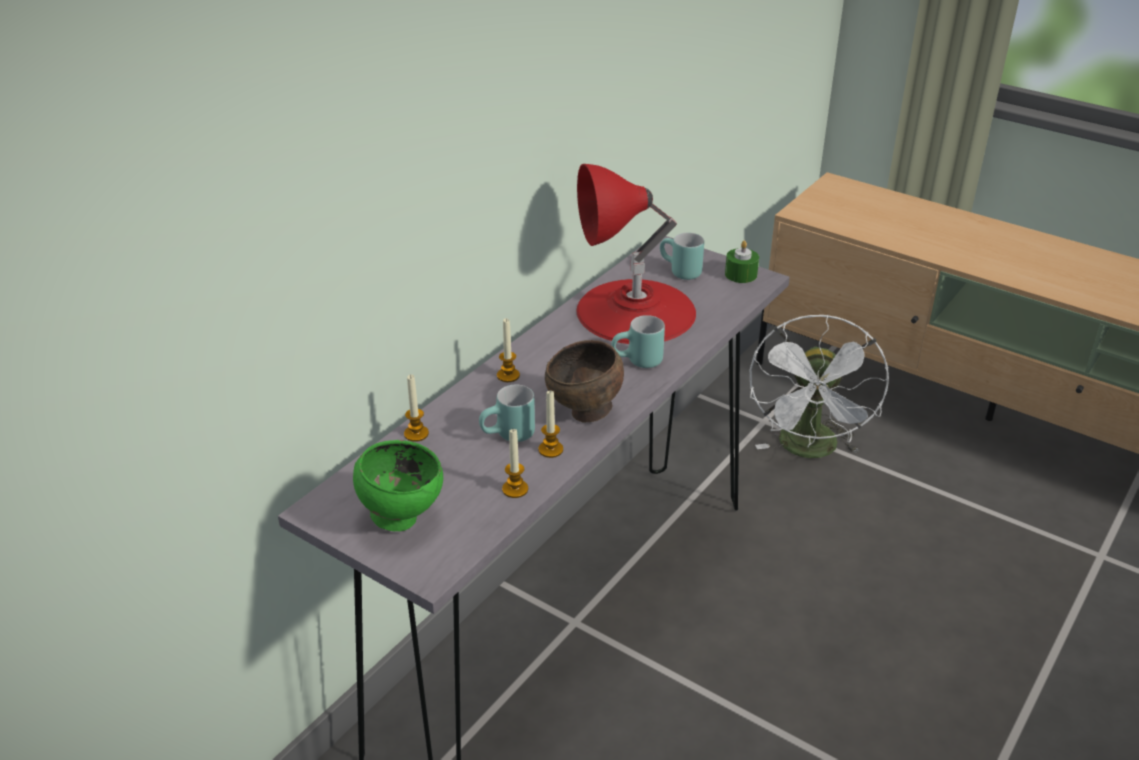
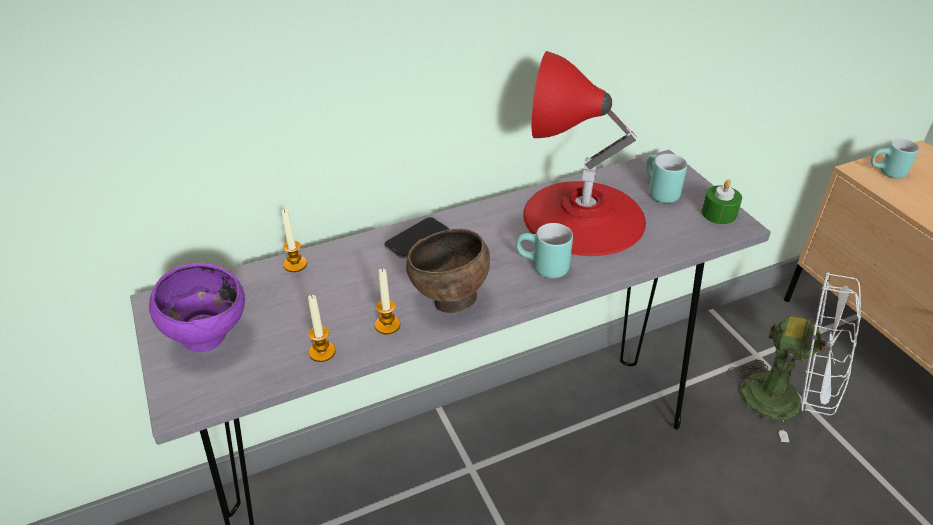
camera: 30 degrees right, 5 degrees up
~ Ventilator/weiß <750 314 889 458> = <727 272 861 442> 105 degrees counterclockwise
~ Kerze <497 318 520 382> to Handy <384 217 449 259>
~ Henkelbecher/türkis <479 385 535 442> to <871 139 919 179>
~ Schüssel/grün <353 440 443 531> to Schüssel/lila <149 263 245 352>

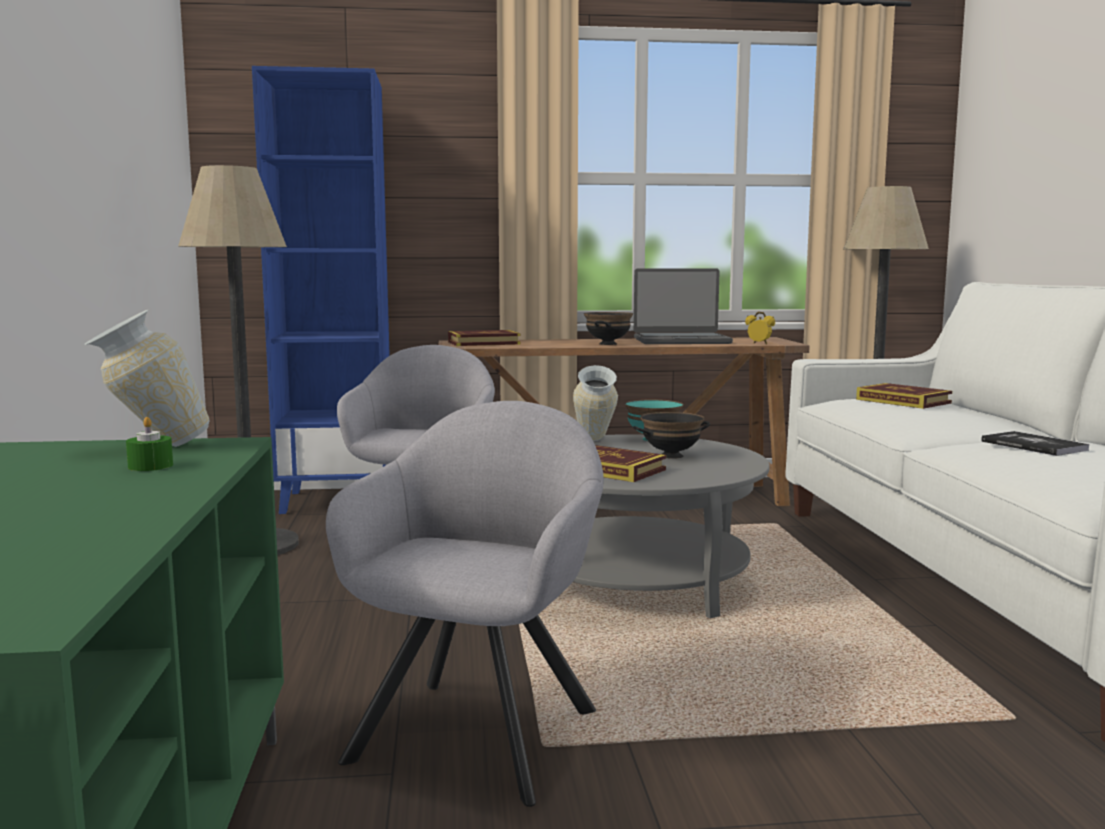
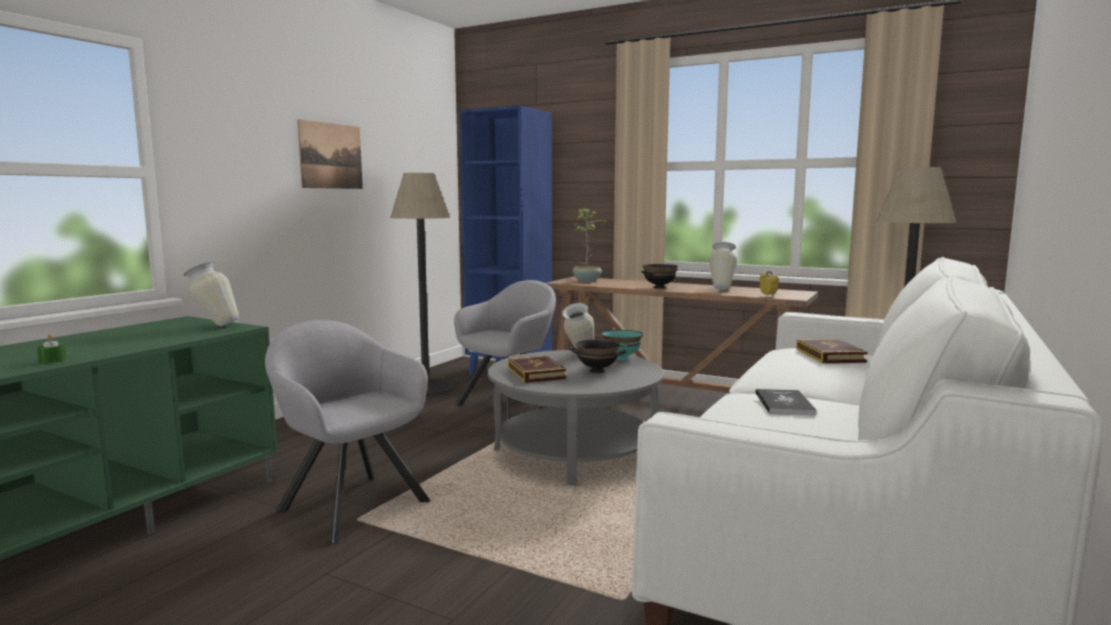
camera: 35 degrees right, 0 degrees up
~ Laptop <634 268 733 344> to Vase <709 242 737 290>
~ Buch <448 330 521 346> to Topfpflanze <573 208 607 282>
~ Sessel/grau <326 401 604 807> = <265 320 431 544> 105 degrees counterclockwise
~ Kerze/grün <126 417 173 471> to <37 334 67 363>
+ Bild <298 119 363 189>

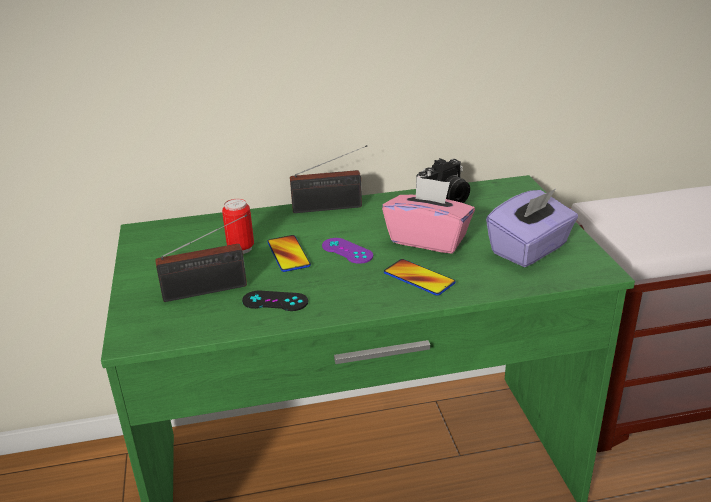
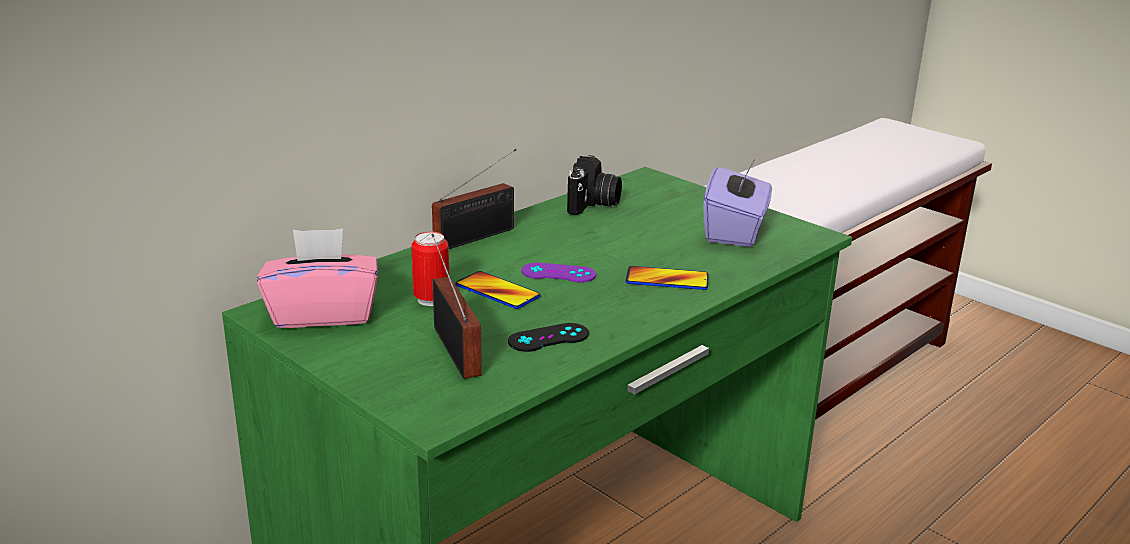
camera: 35 degrees left, 5 degrees down
~ Taschentuchbox/rosa <382 176 475 254> to <257 228 378 328>
~ Radio <155 214 247 302> = <432 234 482 379> 60 degrees counterclockwise

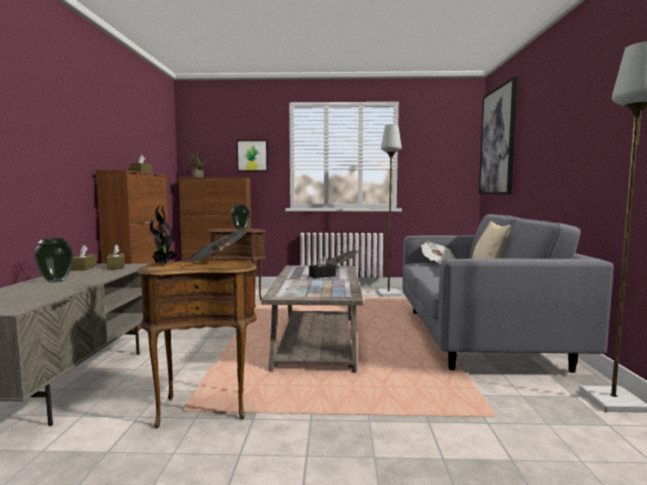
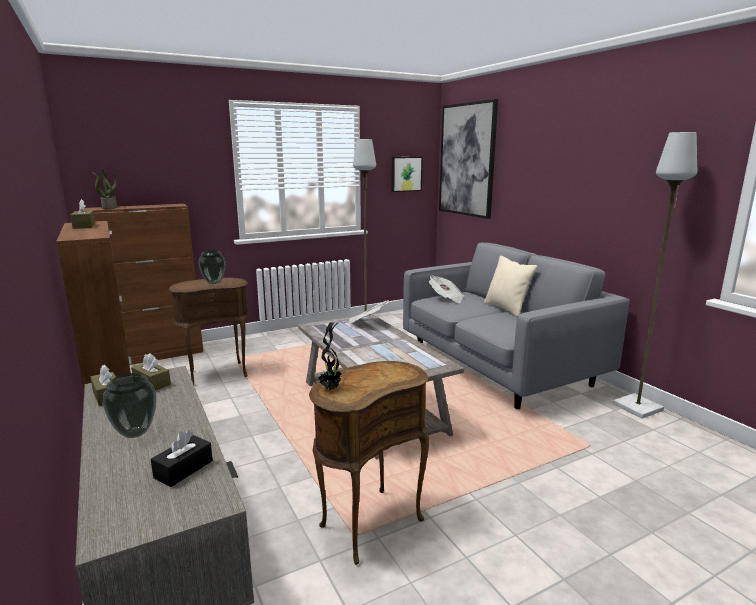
camera: 30 degrees left, 10 degrees up
~ Bild <237 140 268 171> to <391 157 423 192>
- Zeitung <185 229 247 262>
~ Taschentuchbox/schwarz <309 256 336 278> to <151 430 213 487>

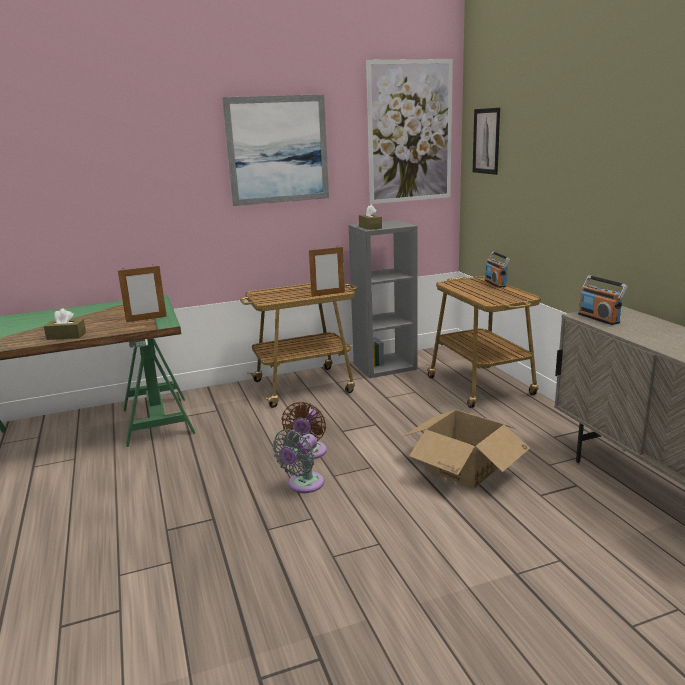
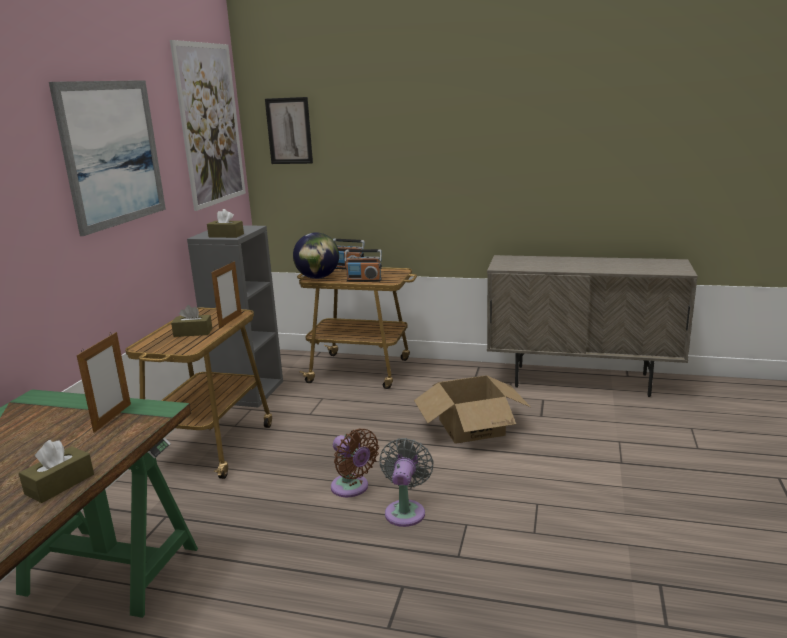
camera: 55 degrees left, 0 degrees up
~ Radio <578 275 628 325> to <345 249 382 282>
~ Ventilator/grau <272 429 324 493> = <380 438 434 527> 150 degrees counterclockwise
+ Globus <293 232 339 279>
+ Taschentuchbox/braun <171 305 212 337>

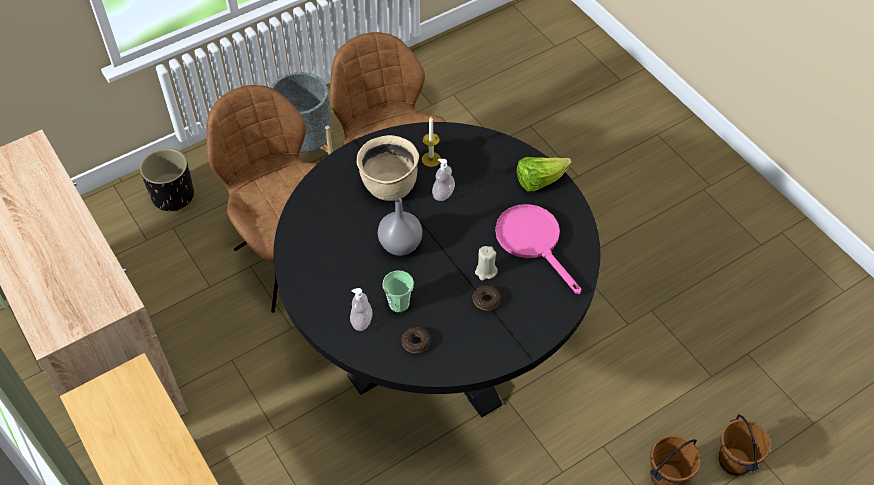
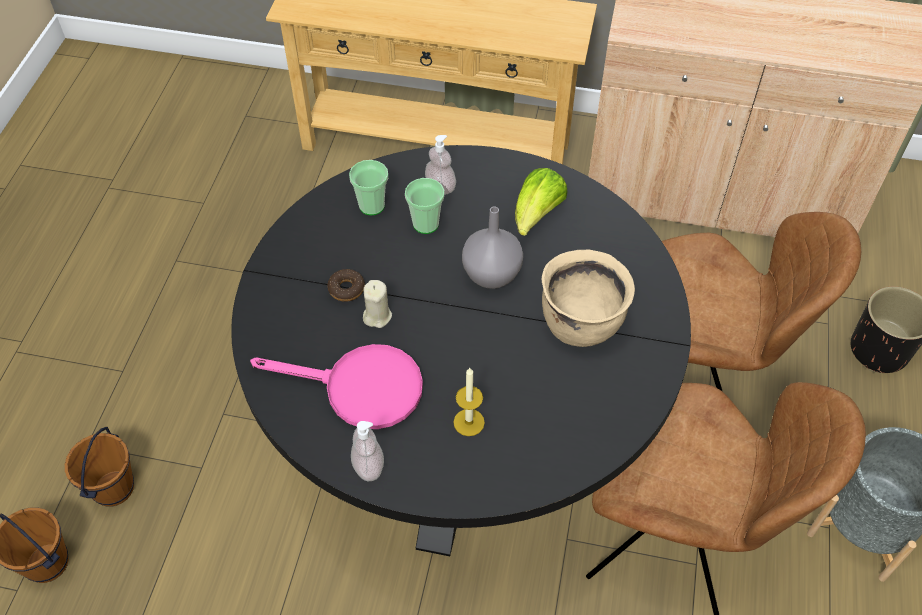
camera: 135 degrees right, 0 degrees up
~ Kerze <422 117 441 167> to <454 368 485 436>
~ Salatkopf <517 157 572 192> to <515 168 568 236>
~ Seifenspender <432 159 455 201> to <351 421 384 481>
~ Donut <402 327 430 353> to Tasse <349 160 388 215>

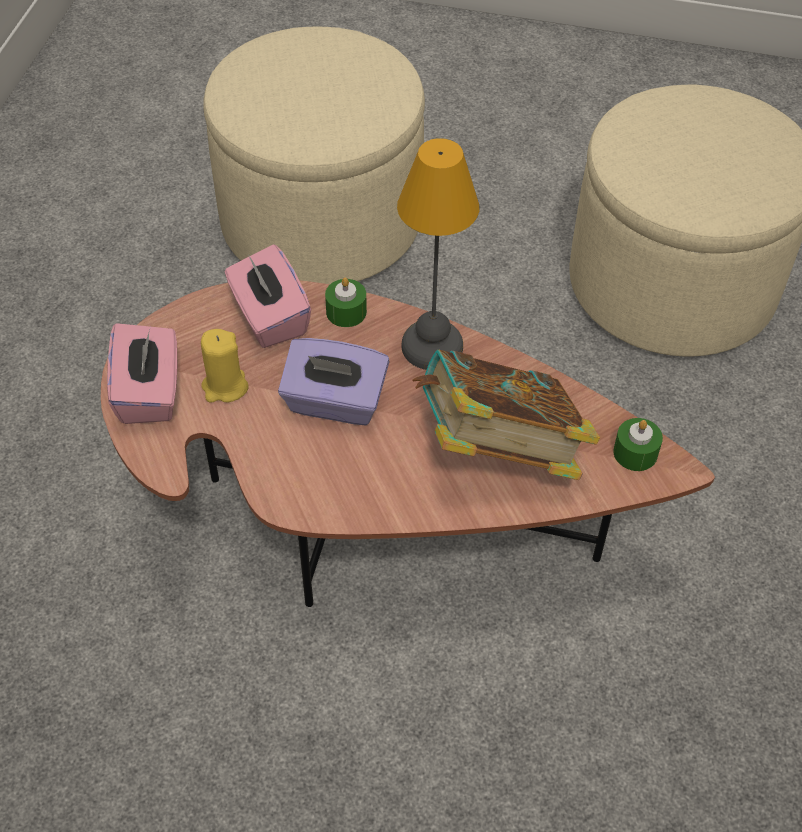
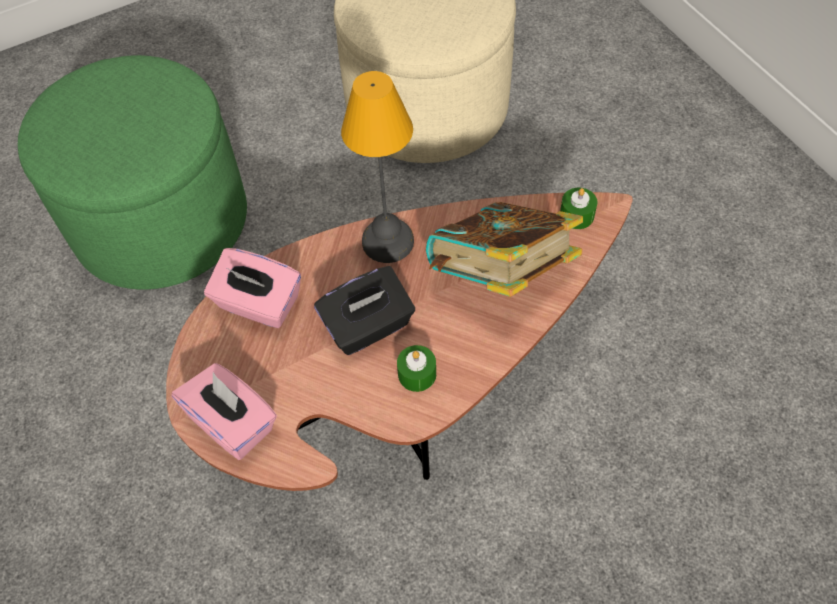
camera: 40 degrees left, 5 degrees up
~ Polsterhocker/beige <203 26 425 284> to Polsterhocker/grün <18 55 247 290>
~ Kerze/grün <325 277 367 327> to <397 345 436 392>
- Kerze/gelb <201 329 248 403>
~ Taschentuchbox/lila <278 338 390 425> to Taschentuchbox/schwarz <314 266 415 355>

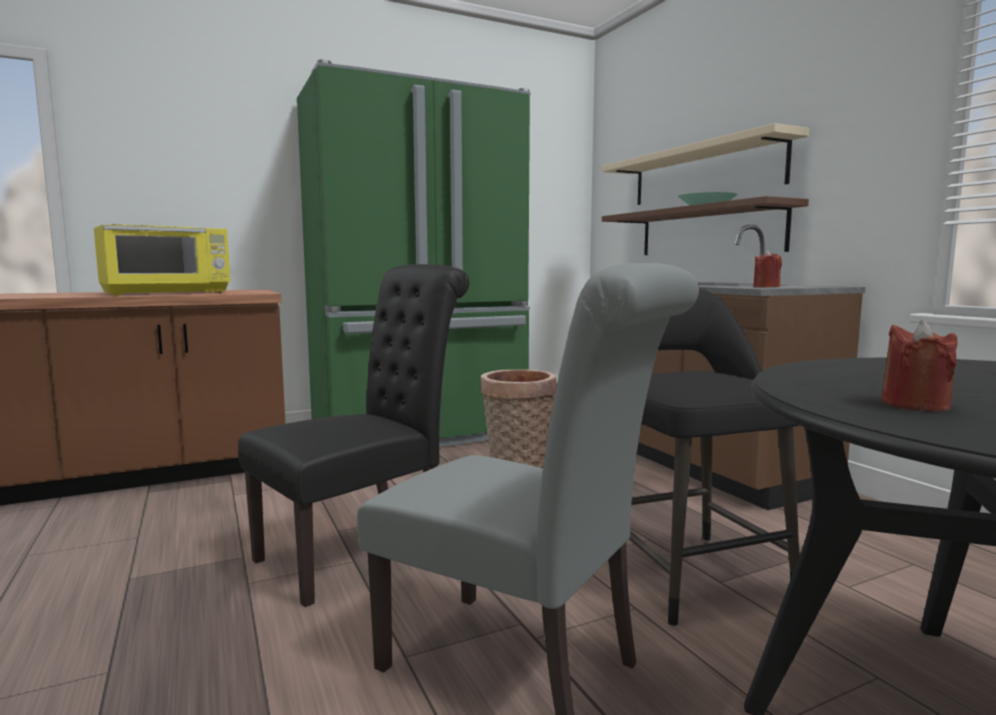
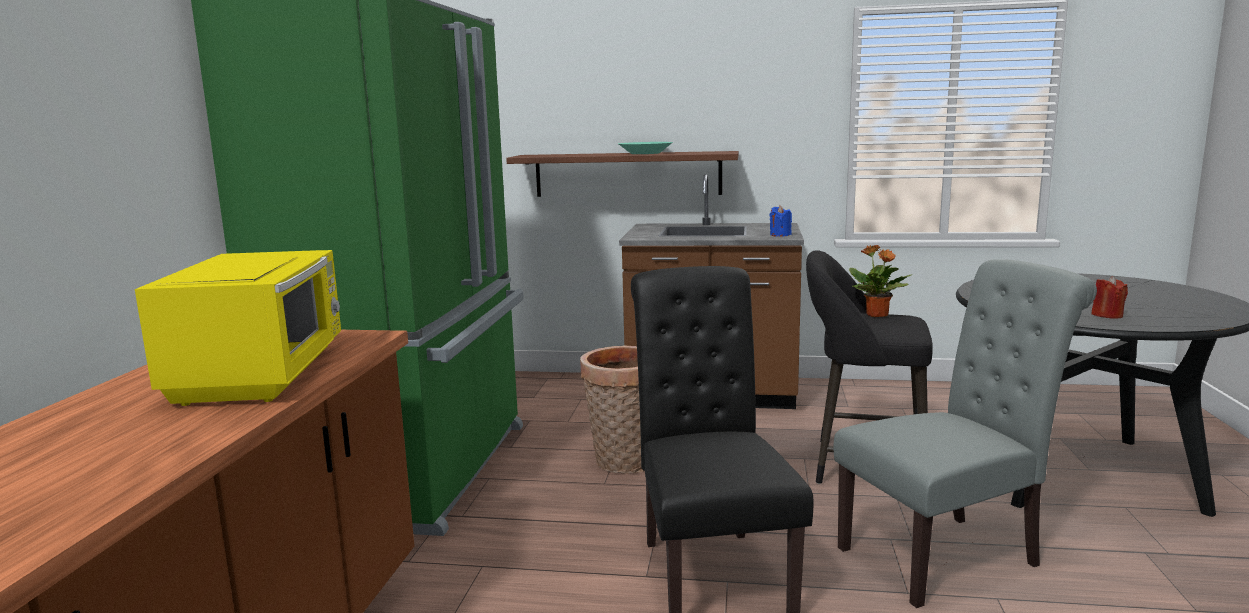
camera: 55 degrees left, 5 degrees up
- Wandregal/beige <602 123 809 205>
~ Kerze/rot <753 250 782 288> to Kerze/blau <770 205 792 237>
+ Topfpflanze <849 245 911 317>

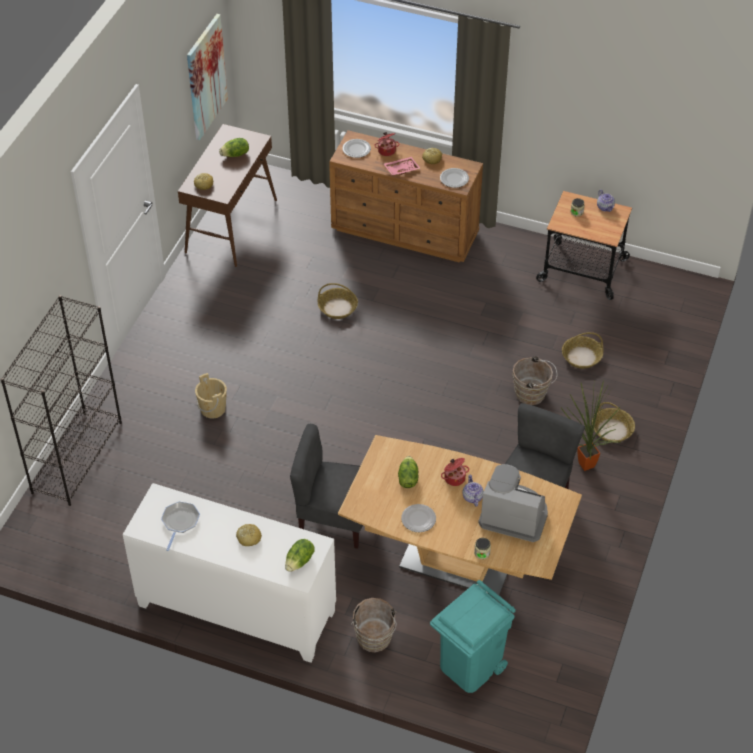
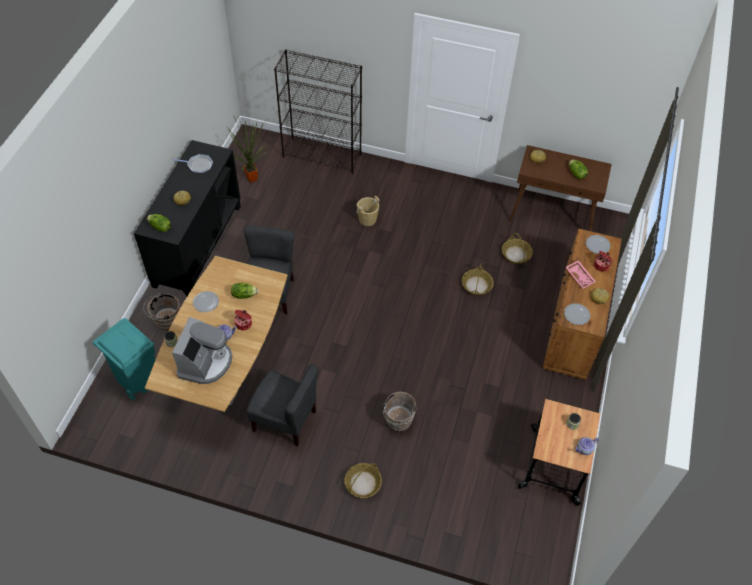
camera: 85 degrees right, 5 degrees up
- Bild <187 14 228 140>
~ Korb <562 332 603 369> to <502 233 533 264>
~ Topfpflanze <561 380 621 471> to <226 115 267 183>
~ Schrank/weiß <123 483 336 663> to Schrank/schwarz <134 140 241 296>

